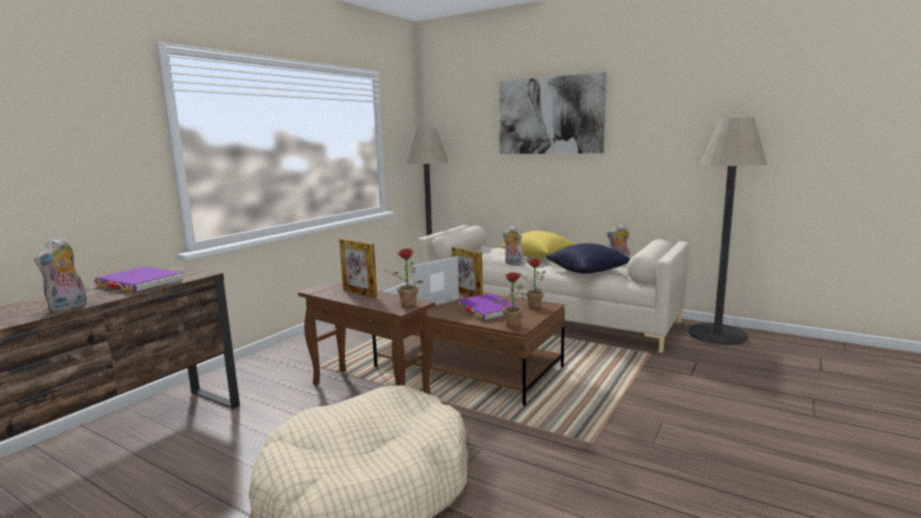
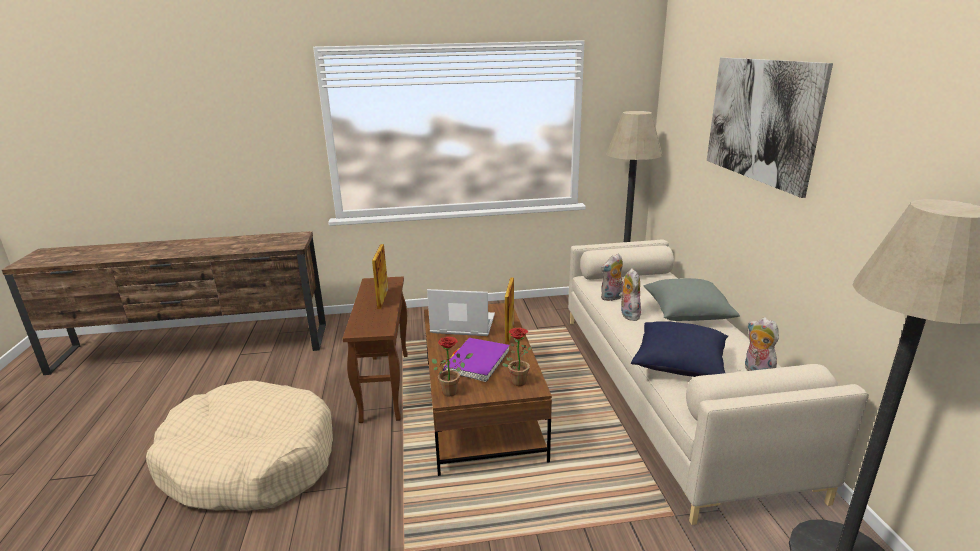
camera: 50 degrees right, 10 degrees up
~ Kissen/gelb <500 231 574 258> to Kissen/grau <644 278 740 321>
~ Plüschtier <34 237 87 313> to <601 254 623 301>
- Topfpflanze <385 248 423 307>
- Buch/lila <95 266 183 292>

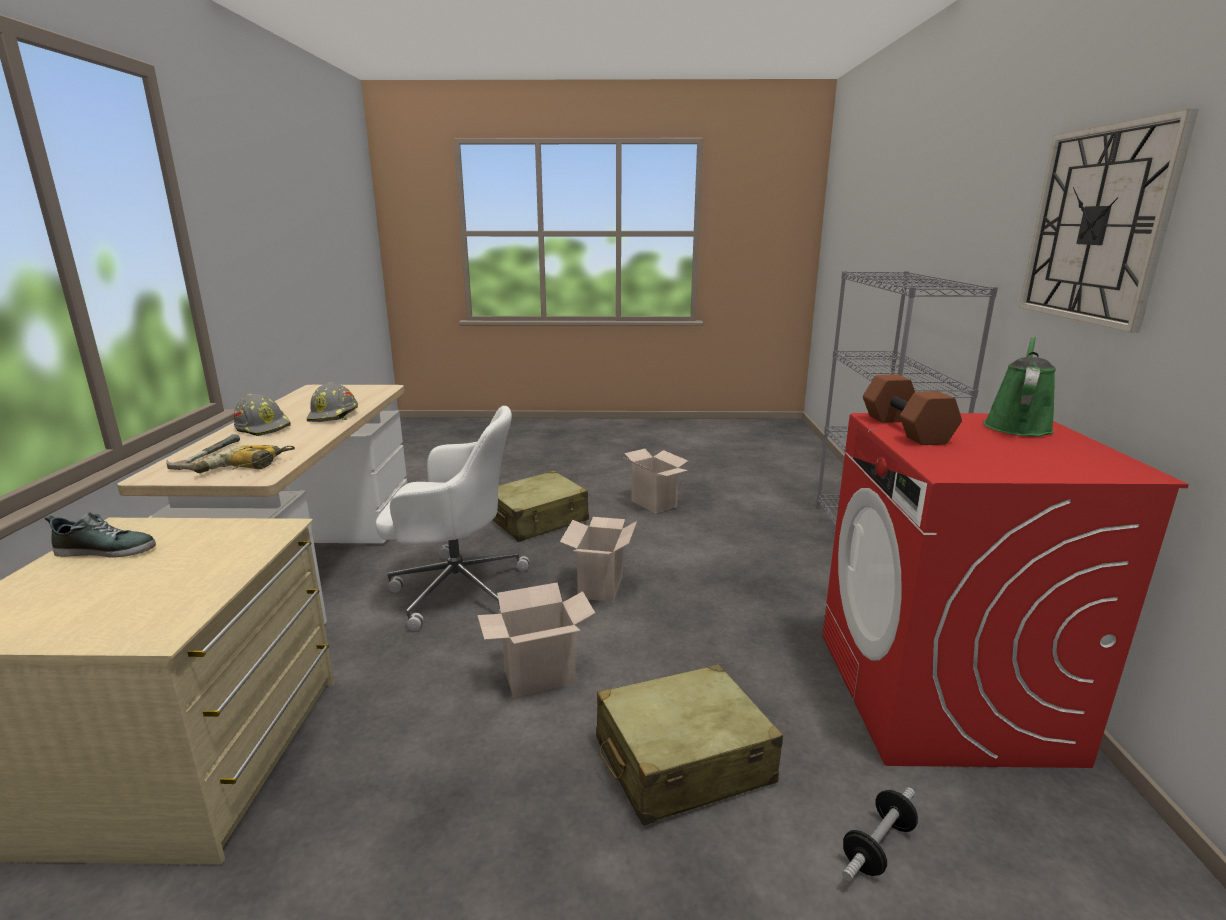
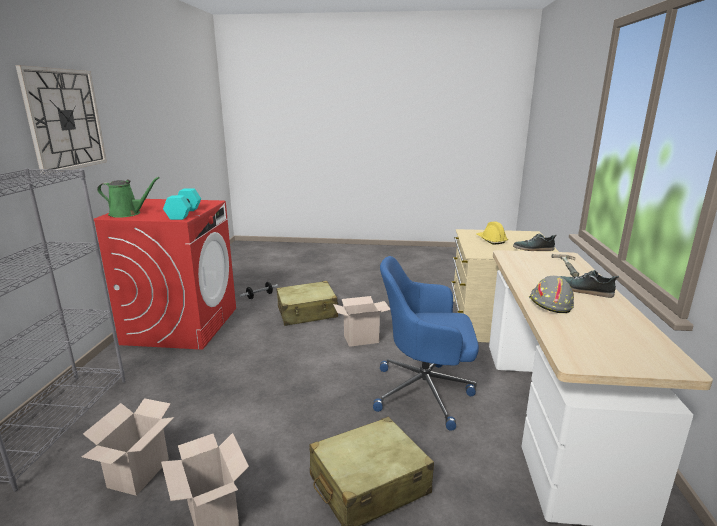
camera: 175 degrees left, 0 degrees up
~ Gießkanne/grün <983 336 1056 437> = <97 177 160 218> 120 degrees counterclockwise
~ Hantel/braun <863 374 962 445> to Hantel/türkis <163 189 201 220>
~ Schutzhelm/grau <234 394 291 436> to Schuh <559 270 619 298>
~ Bürostuhl/weiß <376 406 529 631> to Bürostuhl/blau <373 256 479 431>
- Bohrmaschine <193 445 295 473>
~ Karton <560 517 637 602> to <82 398 175 496>
+ Schutzhelm/gelb <477 221 508 245>

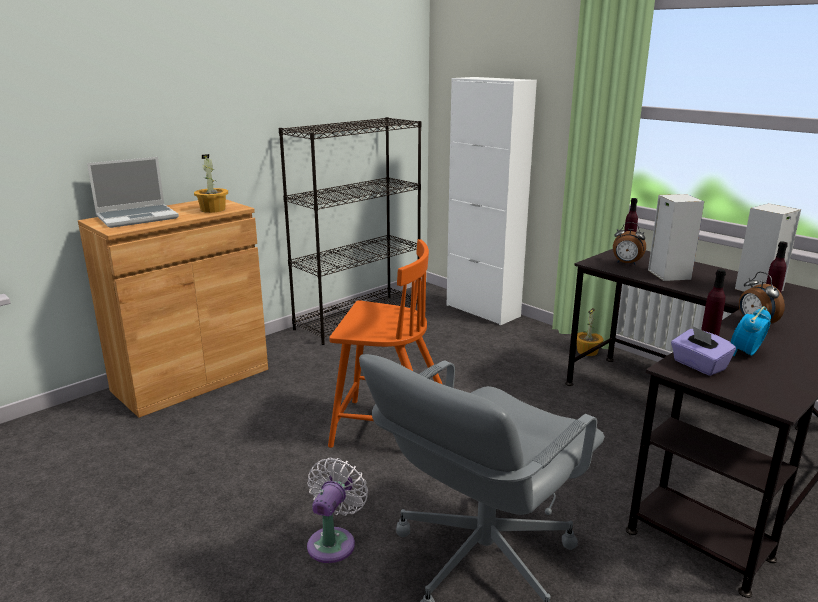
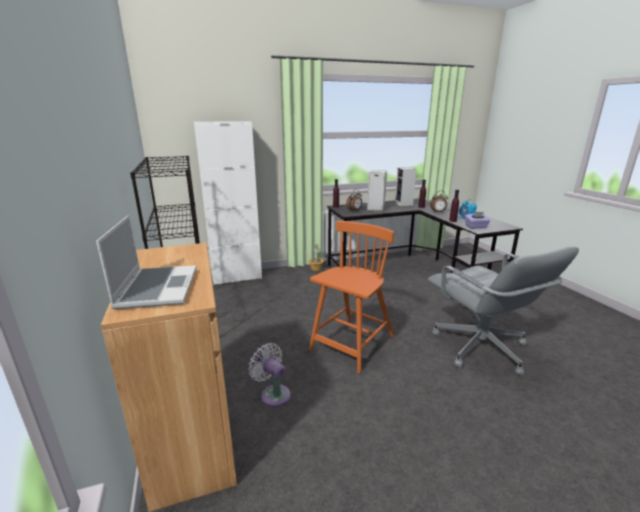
camera: 65 degrees left, 0 degrees up
- Topfpflanze <194 154 228 213>
~ Ventilator/weiß <307 458 368 563> to <249 343 290 407>

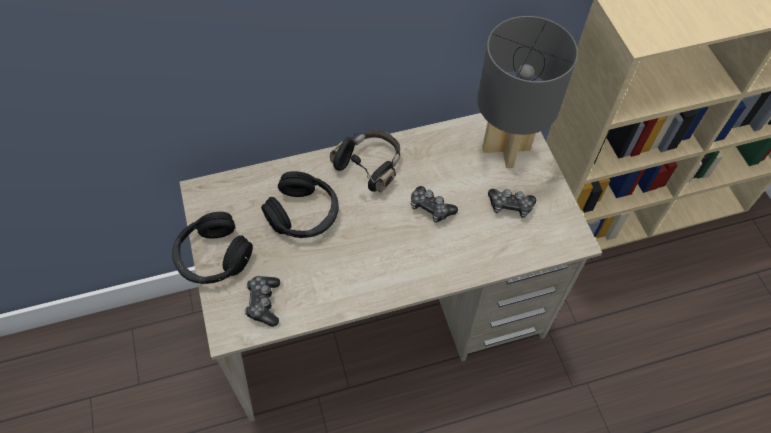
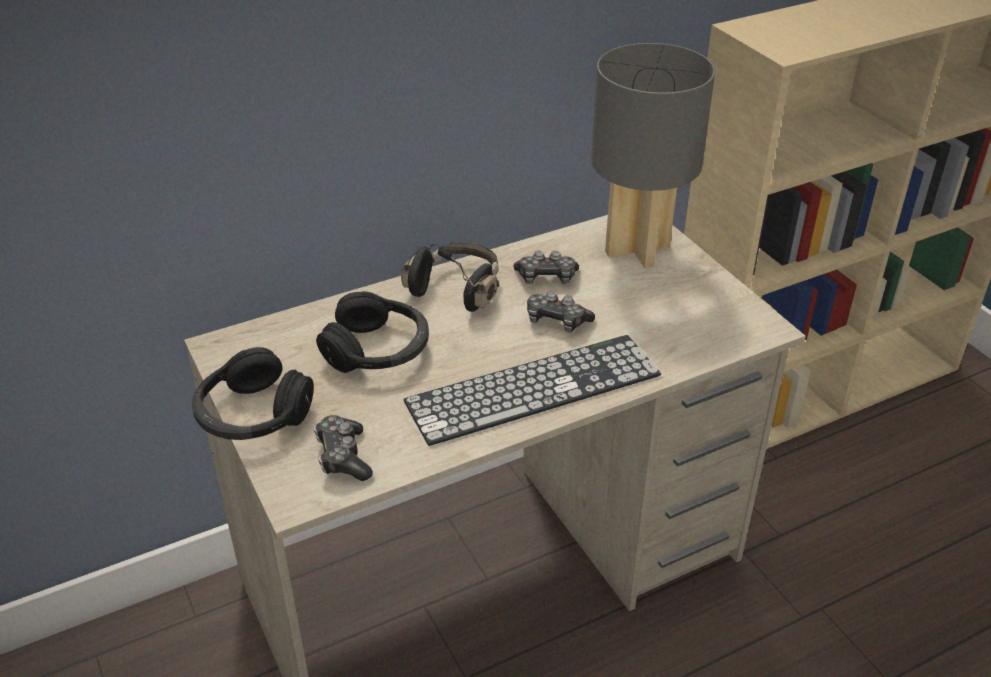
camera: 10 degrees left, 20 degrees down
~ Gamepad <488 189 536 218> to <514 251 579 284>
+ Tastatur <403 335 661 446>

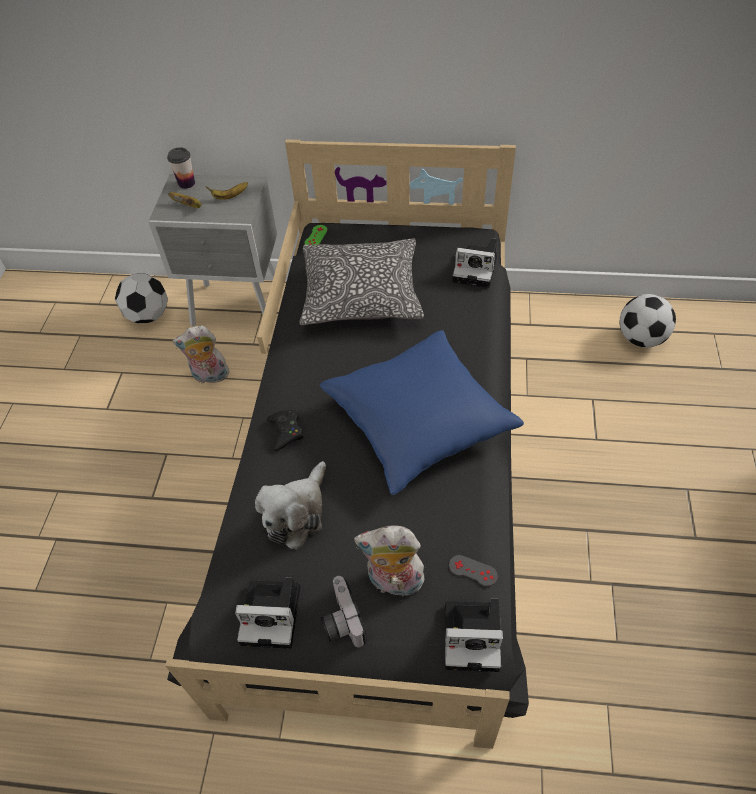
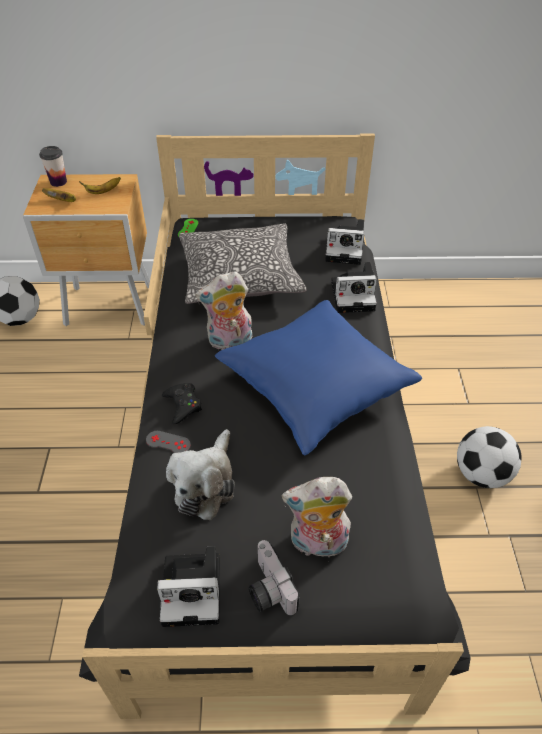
camera: 10 degrees left, 5 degrees down
~ Nachttisch/grau <148 174 284 327> to Nachttisch/braun <23 174 150 326>
~ Fußball <620 294 676 348> to <457 426 522 488>
~ Plüschtier <173 326 229 385> to <195 271 252 350>
~ Gamepad/grau <449 555 498 586> to <146 431 191 453>
~ Kamera <445 599 503 672> to <331 262 377 313>

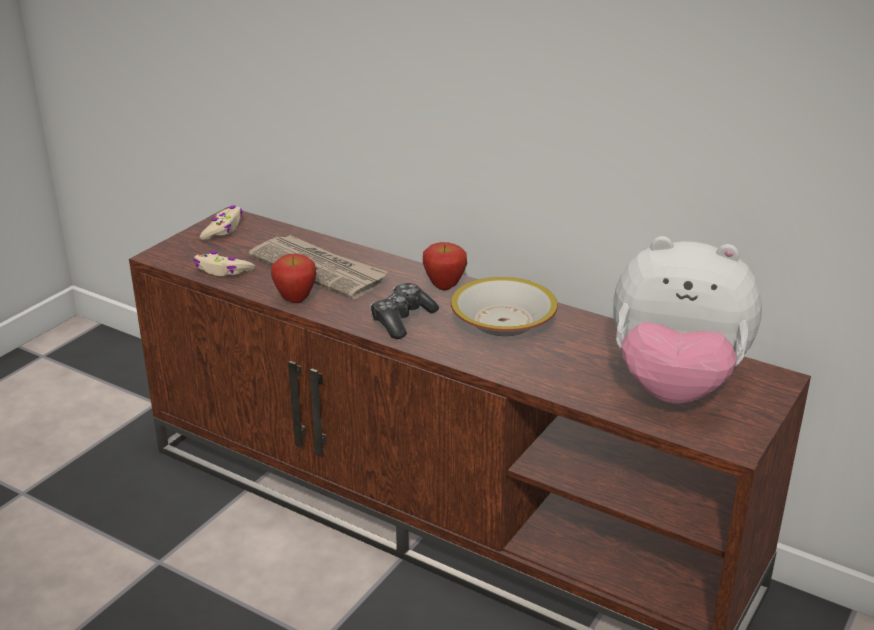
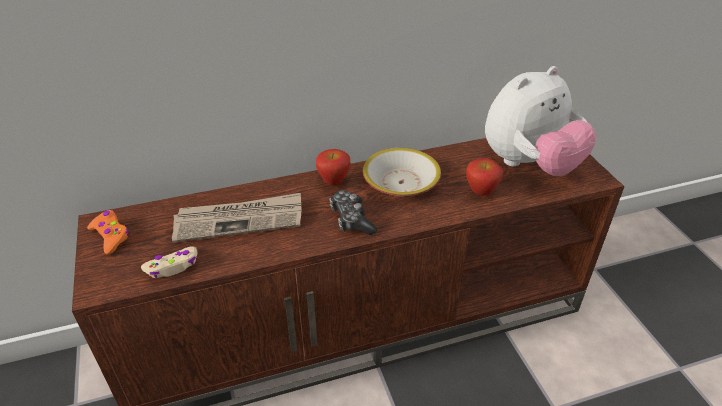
camera: 50 degrees left, 10 degrees up
~ Gamepad/beige <199 205 242 240> to Gamepad/orange <87 210 129 255>
~ Apfel <271 254 316 303> to <466 158 503 196>

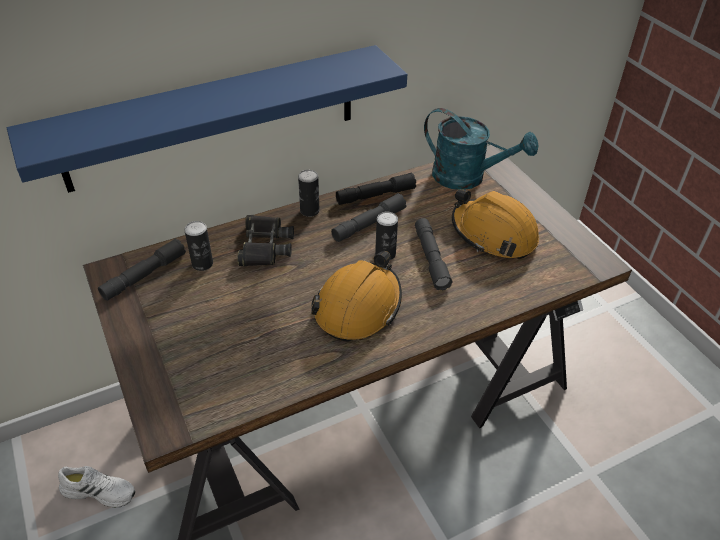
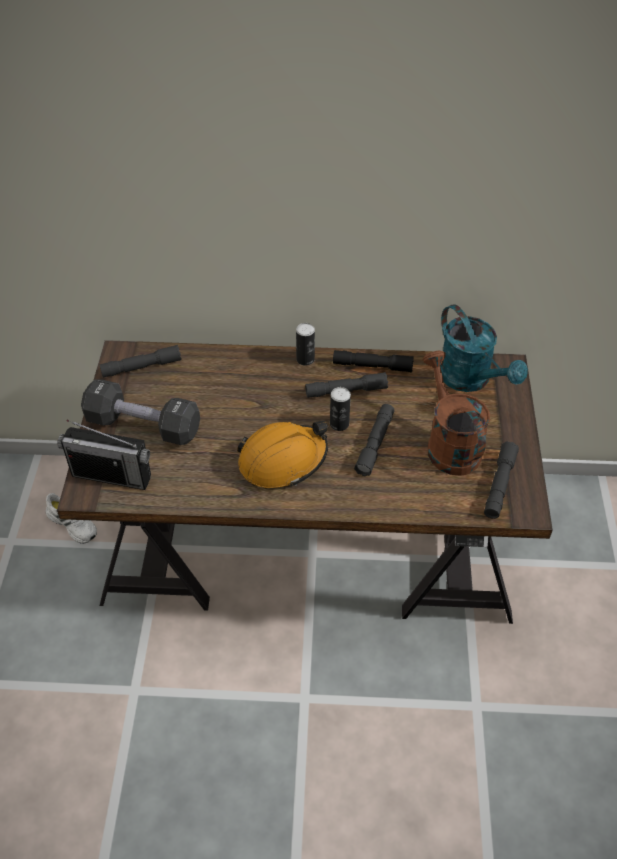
camera: 30 degrees right, 5 degrees up
- Wandregal/blau <7 45 407 193>
~ Schutzhelm/orange <452 189 539 259> to Gießkanne/braun <423 351 490 476>
- Fernglas/schwarz <237 215 294 266>
- Dose <184 221 213 271>
+ Hantel/schwarz <81 379 200 445>
+ Radio <57 420 151 490>
+ Taschenlampe/grau <484 441 519 519>

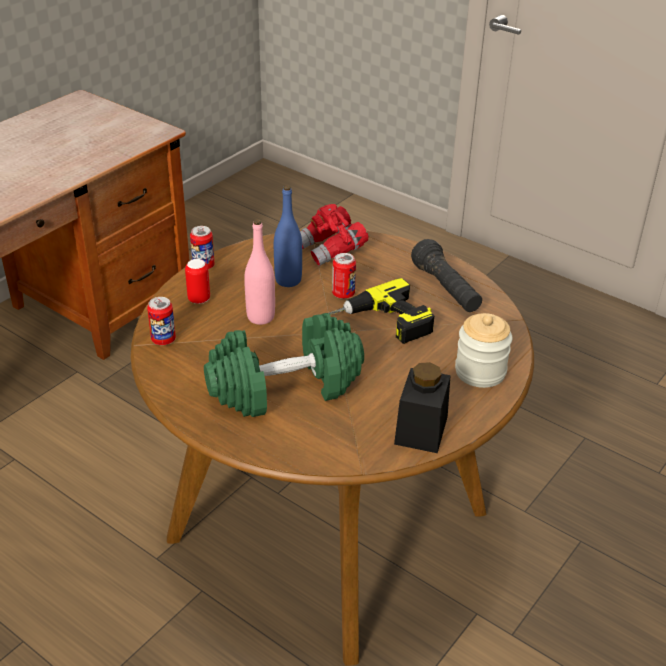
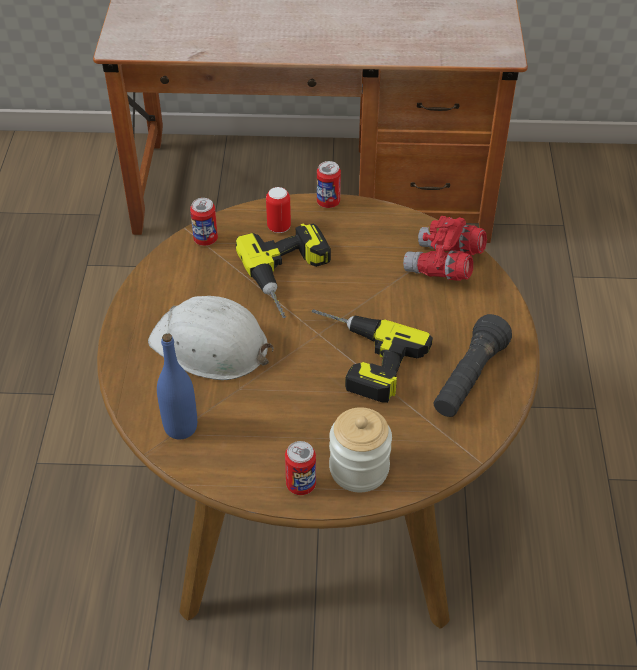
camera: 55 degrees right, 10 degrees up
~ Flasche/blau <274 185 302 287> to <157 333 197 440>
~ Flasche/rosa <244 219 275 325> to Bohrmaschine <236 223 331 318>
~ Dose <332 253 356 299> to <285 441 316 495>
~ Hantel/grün <204 313 364 417> to Schutzhelm/weiß <148 296 274 380>
- Vorratsglas/schwarz <394 362 451 453>

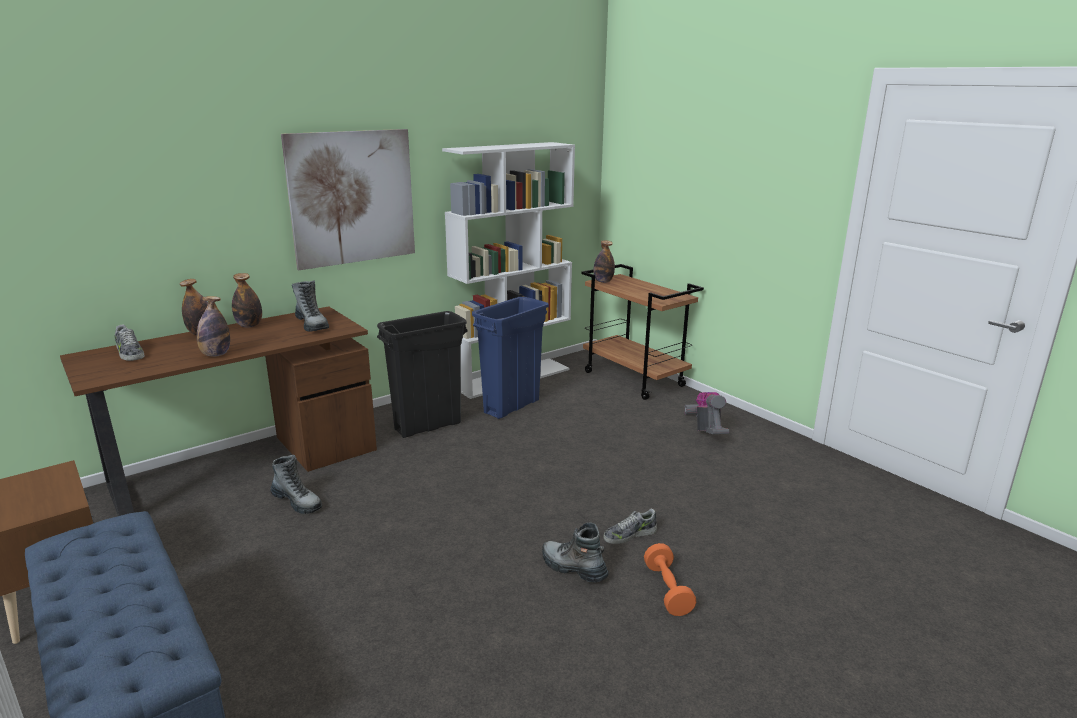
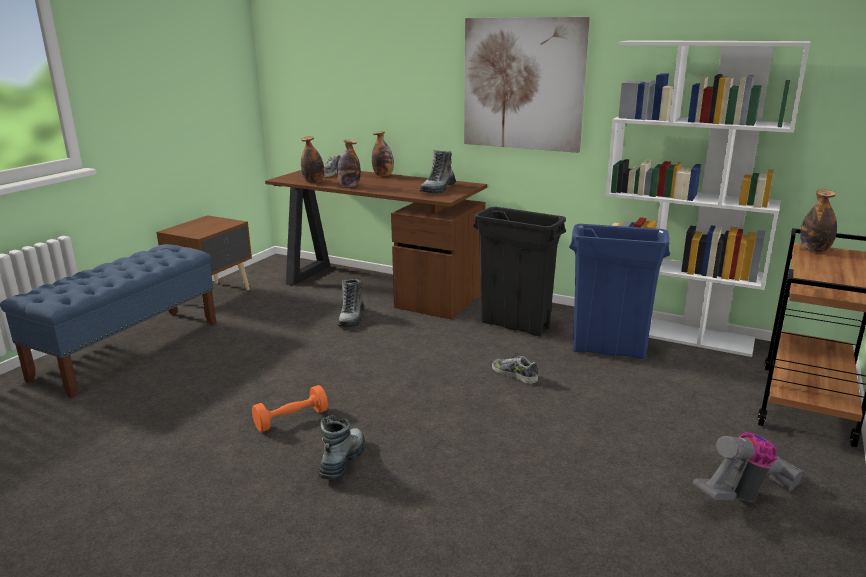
camera: 65 degrees right, 0 degrees up
~ Flasche <232 273 262 327> to <301 136 325 183>
~ Schuh <604 509 657 544> to <492 356 538 384>
~ Hantel/orange <644 543 696 616> to <252 385 328 432>

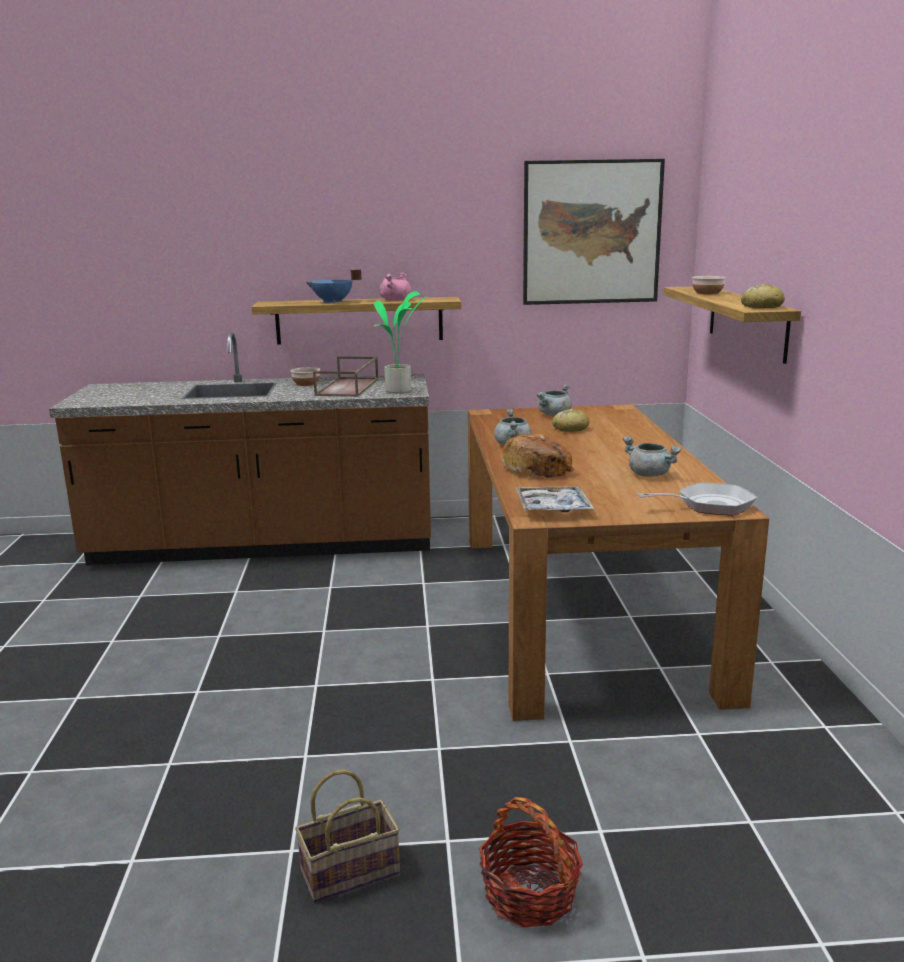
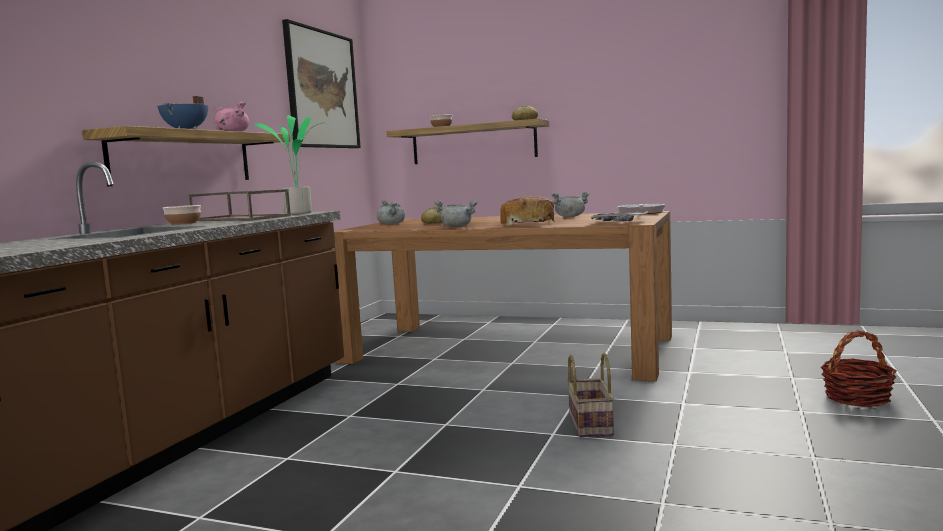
camera: 65 degrees left, 10 degrees down
~ Korb <295 769 400 903> to <567 353 614 437>

